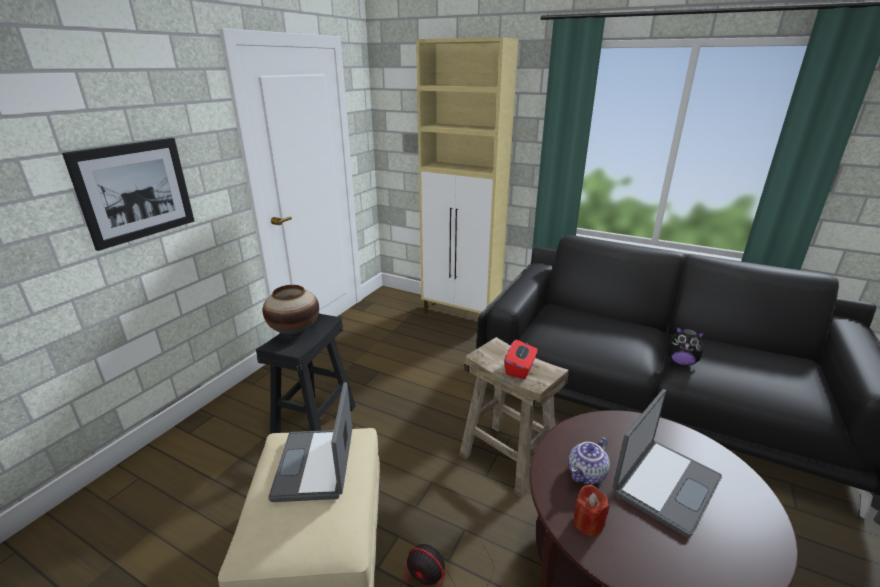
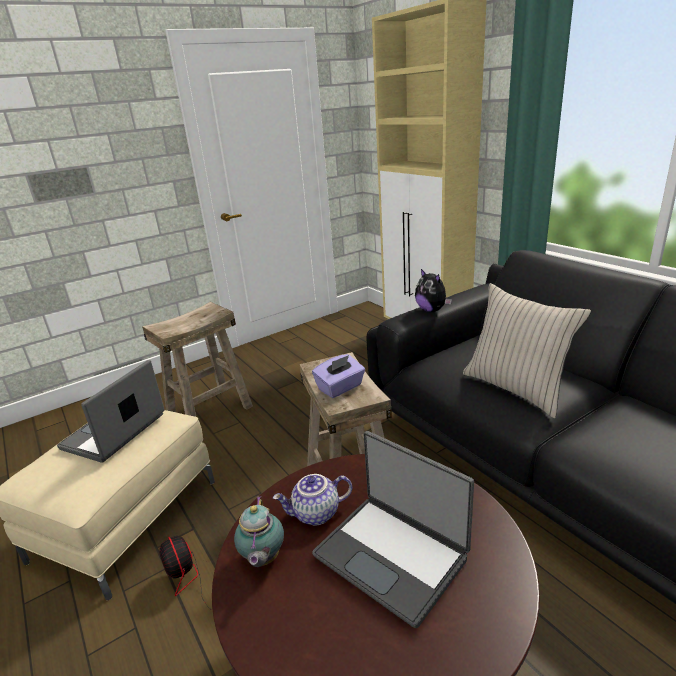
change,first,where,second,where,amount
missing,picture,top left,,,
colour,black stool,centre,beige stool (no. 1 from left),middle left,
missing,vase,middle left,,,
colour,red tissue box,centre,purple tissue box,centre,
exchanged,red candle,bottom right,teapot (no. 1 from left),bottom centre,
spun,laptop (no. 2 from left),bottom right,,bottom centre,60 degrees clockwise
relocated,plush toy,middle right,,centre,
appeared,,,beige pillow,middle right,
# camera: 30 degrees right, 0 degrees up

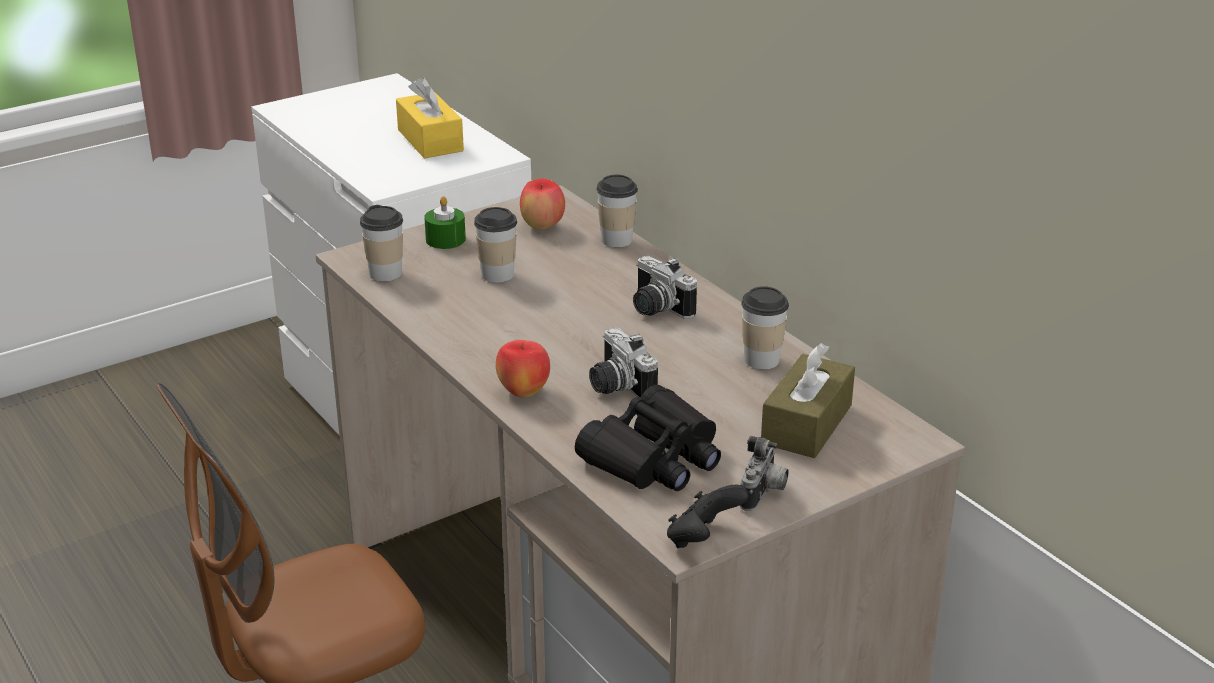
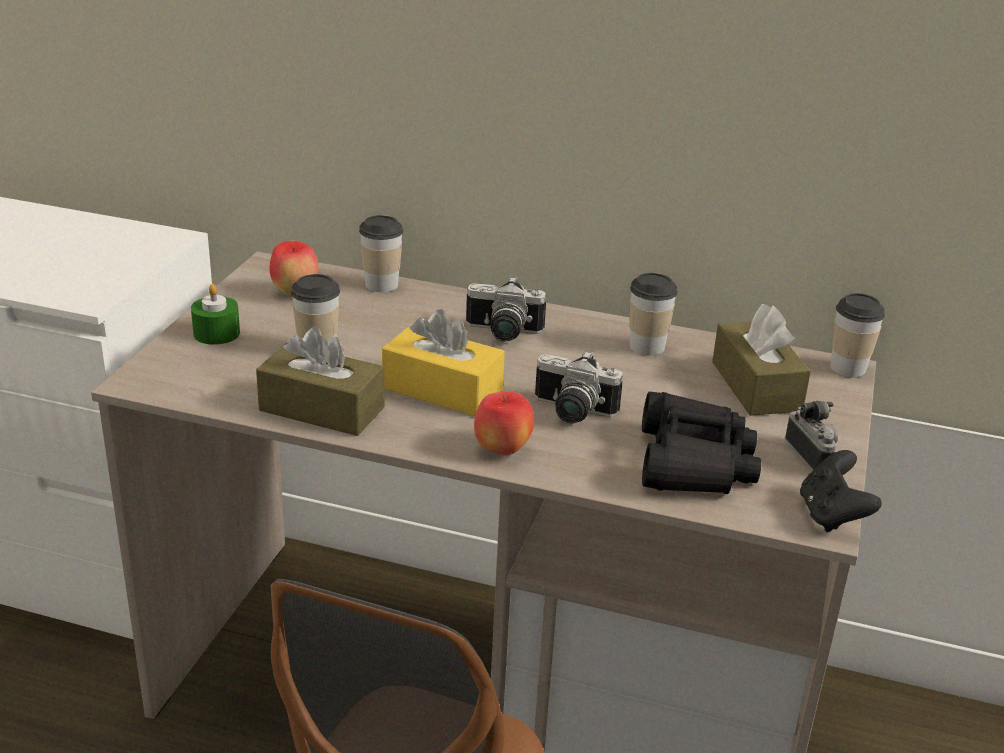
change,first,where,second,where,amount
relocated,cup (no. 1 from left in the first image),middle left,cup (no. 4 from left),middle right,
relocated,yellow tissue box,top centre,,centre,
appeared,,,brown tissue box (no. 1 from left),middle left,
# camera: 40 degrees left, 0 degrees up

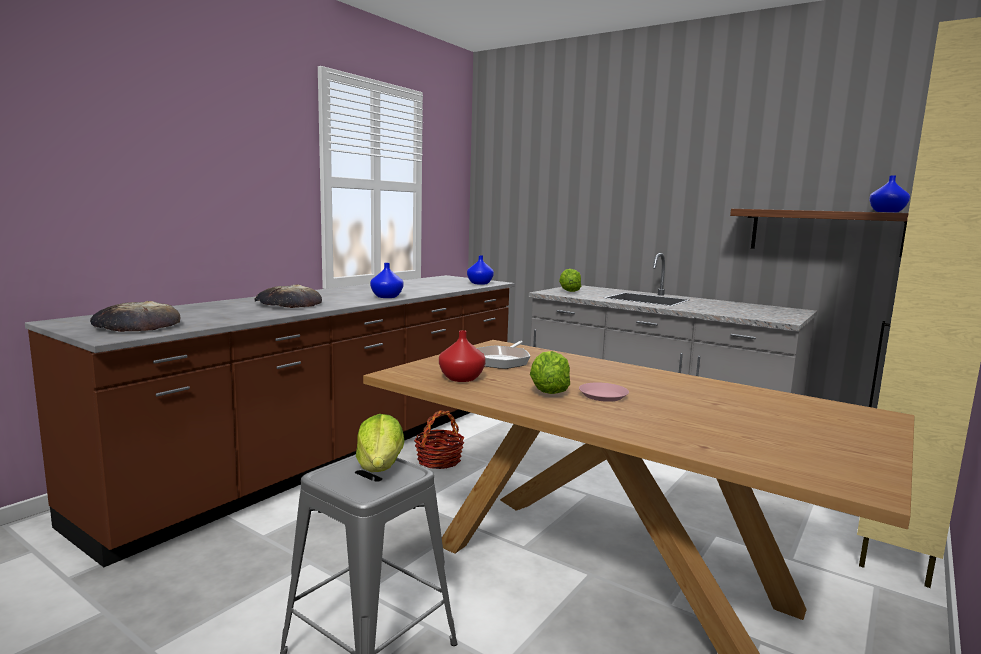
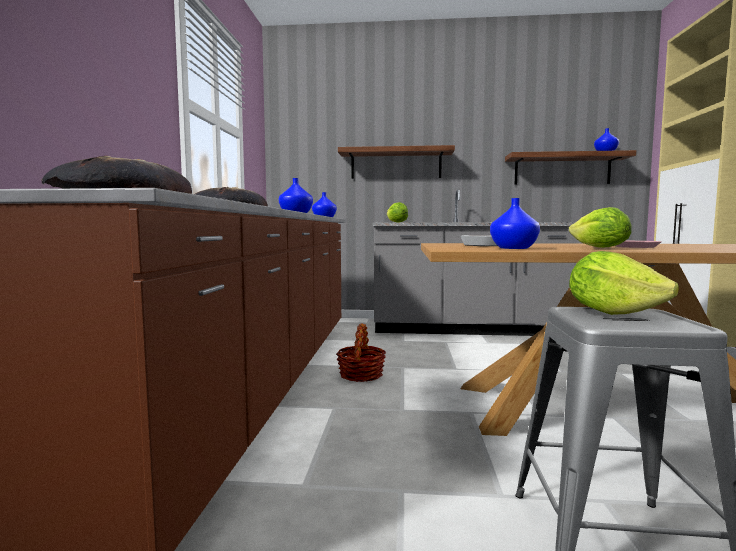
change,first,where,second,where,amount
colour,red vase,centre,blue vase (no. 3 from left),middle right,
appeared,,,shelf (no. 1 from left),top centre,
# camera: 30 degrees left, 5 degrees down

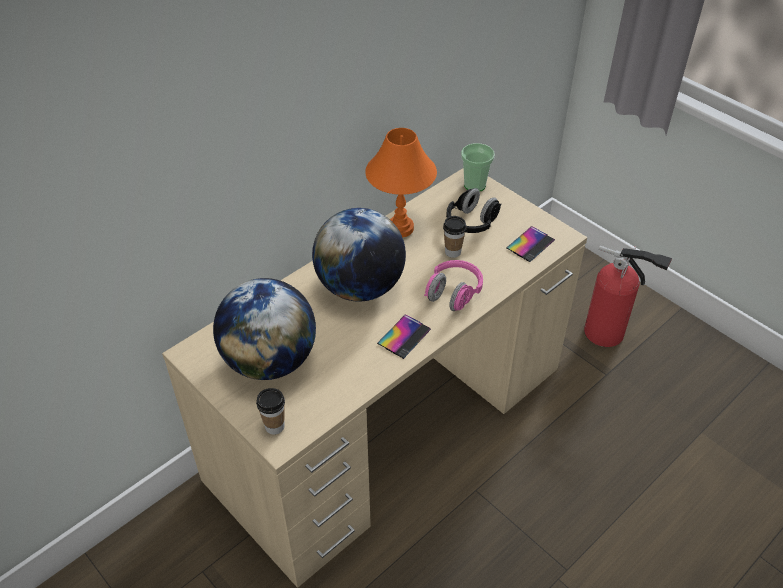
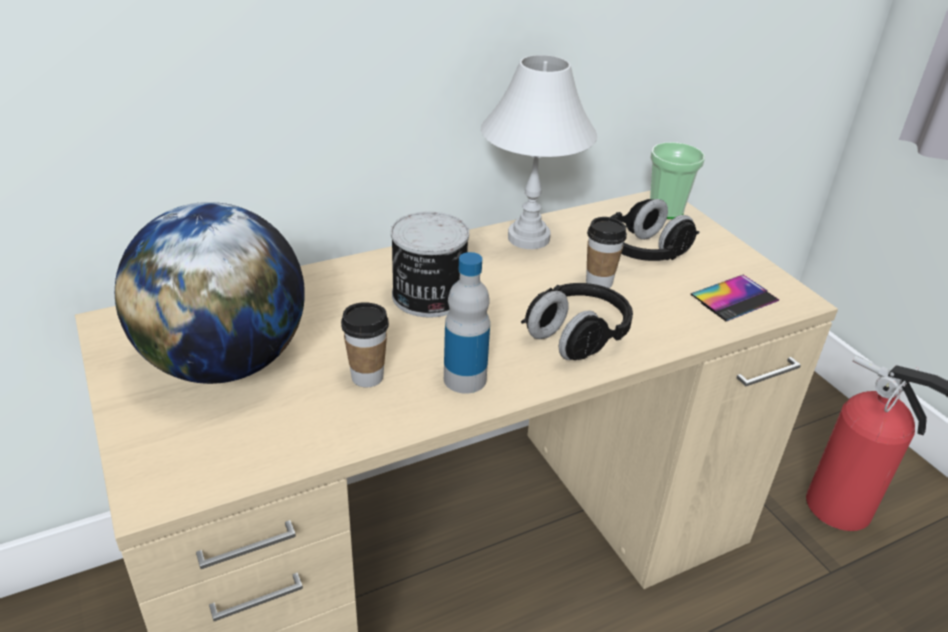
change,first,where,second,where,amount
relocated,cup (no. 1 from left),bottom centre,,centre,
exchanged,globe (no. 2 from left),centre,can,centre,
colour,orange table lamp,top centre,white table lamp,top centre,
exchanged,phone (no. 1 from left),centre,bottle,centre,
colour,pink headphones,centre,black headphones (no. 1 from left),centre,
# camera: 15 degrees right, 10 degrees down

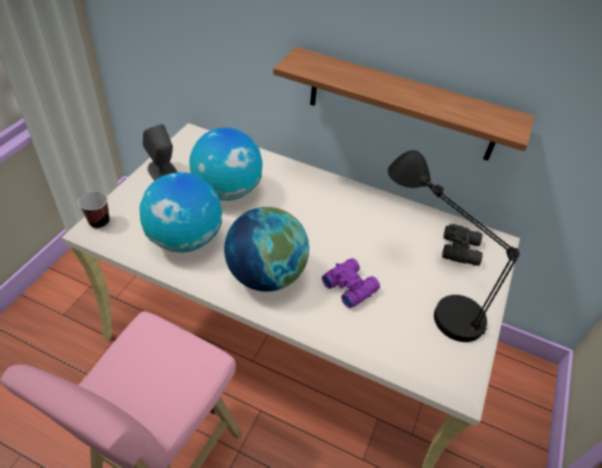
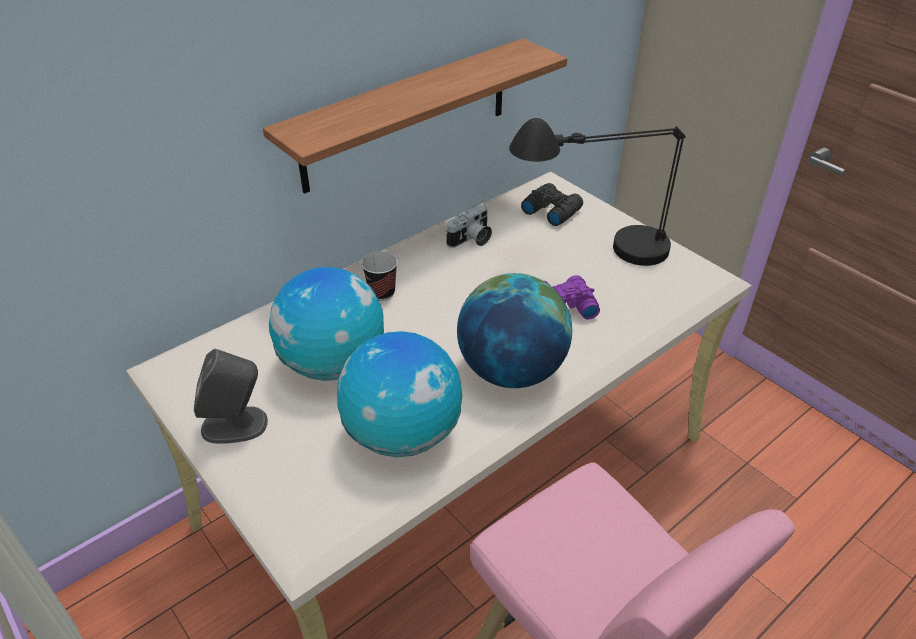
change,first,where,second,where,amount
relocated,cup,middle left,,centre,
appeared,,,photo camera,centre,
# camera: 60 degrees left, 5 degrees down

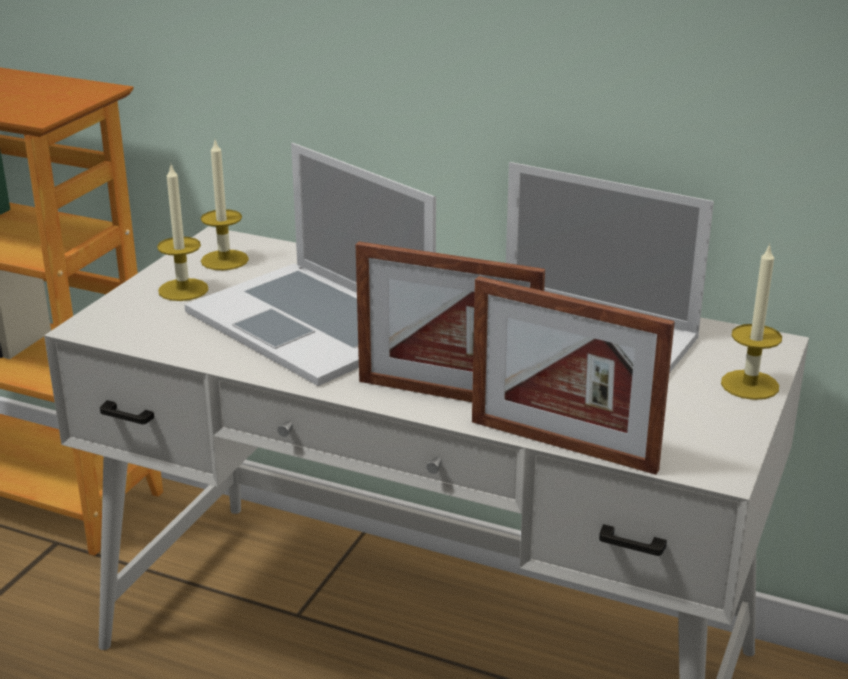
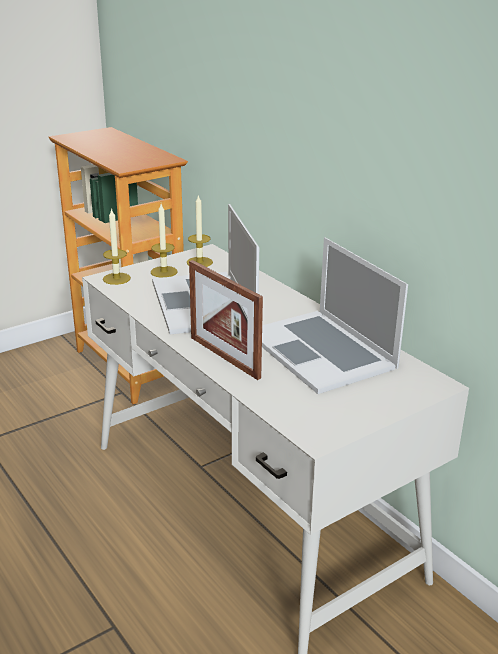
change,first,where,second,where,amount
missing,picture frame (no. 2 from left),middle right,,,
relocated,candle (no. 3 from left in the first image),middle right,candle (no. 1 from left),middle left,
# camera: 30 degrees right, 0 degrees up

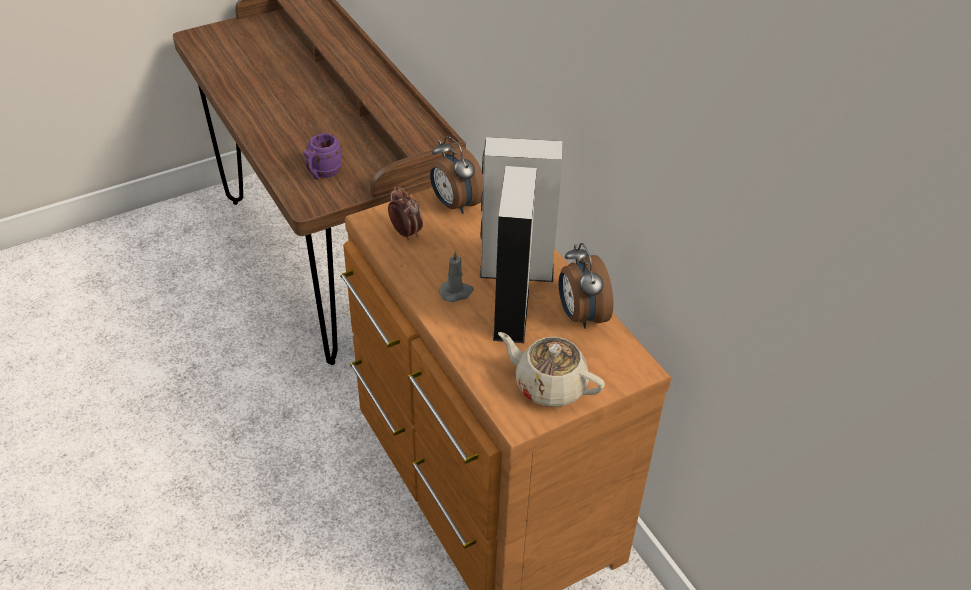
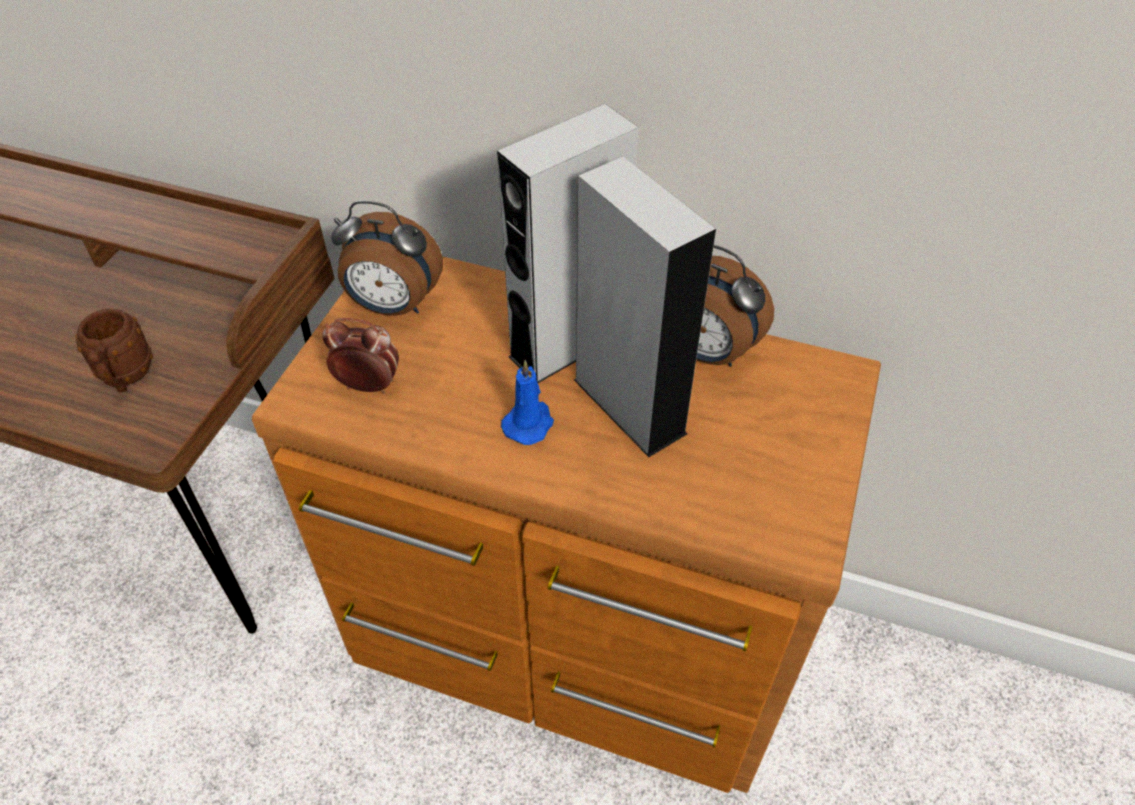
change,first,where,second,where,amount
colour,purple mug,top left,brown mug,middle left,
colour,grey candle,centre,blue candle,centre,
missing,beige teapot,centre,,,
# camera: 40 degrees left, 5 degrees up

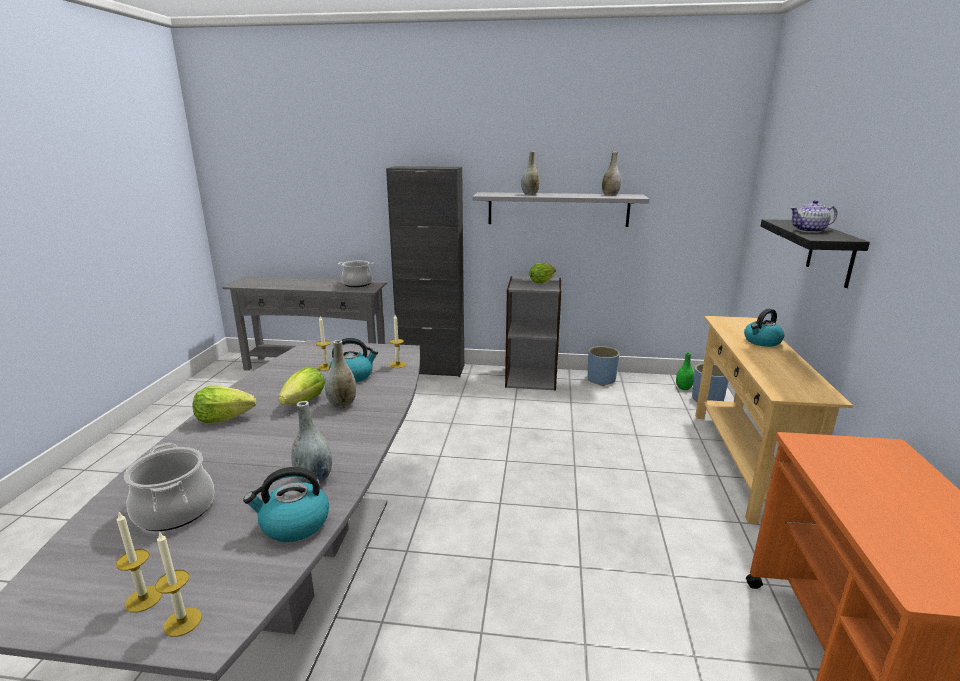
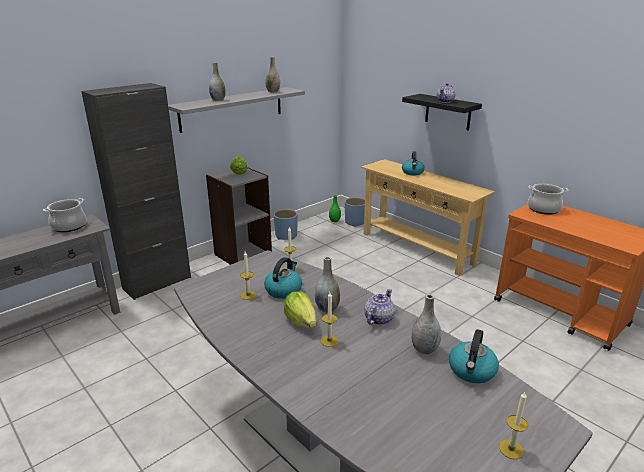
change,first,where,second,where,amount
relocated,cooking pot (no. 1 from left in the first image),bottom left,cooking pot (no. 2 from left),middle right,
relocated,candle (no. 2 from left in the first image),bottom left,candle (no. 3 from left),bottom centre,
missing,lettuce (no. 1 from left),middle left,,,
appeared,,,teapot (no. 1 from left),centre,
# camera: 50 degrees left, 5 degrees up

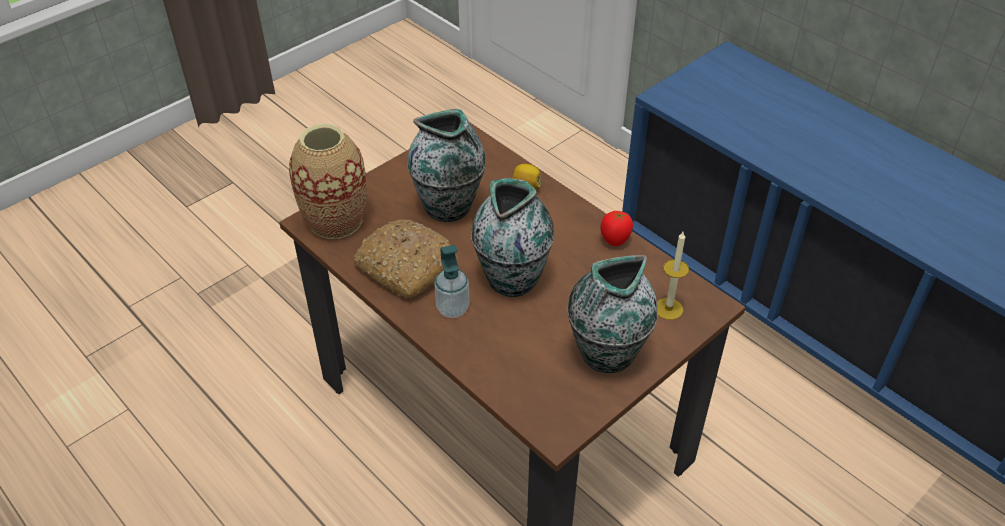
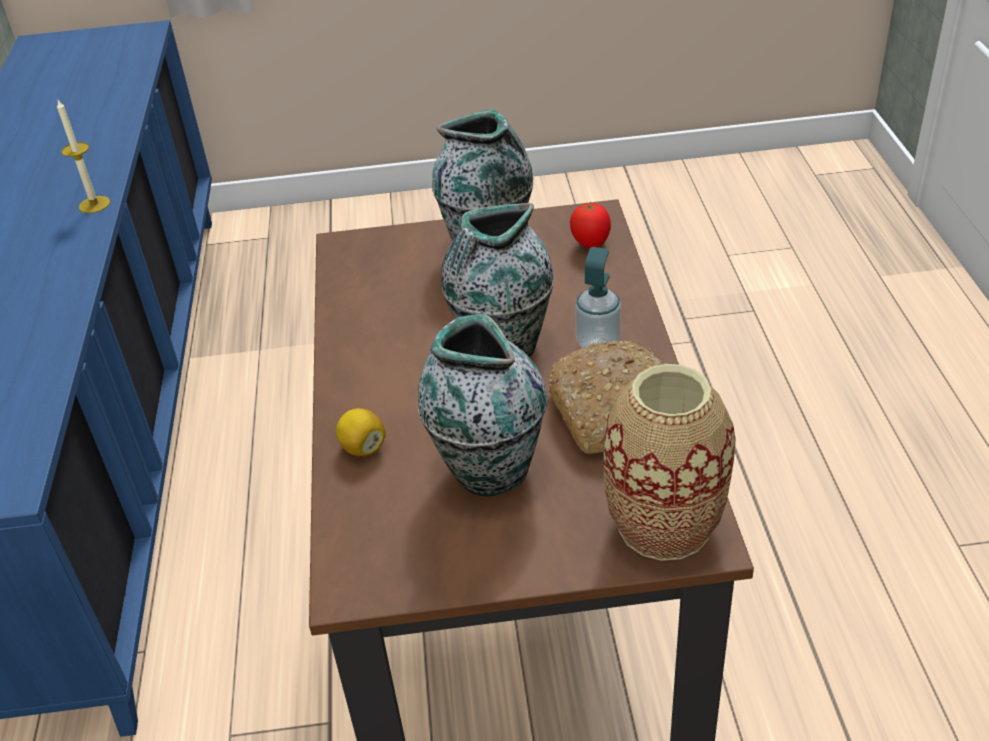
change,first,where,second,where,amount
relocated,tomato,centre,,top centre,
relocated,candle,middle right,,top left,
# camera: 140 degrees left, 5 degrees down

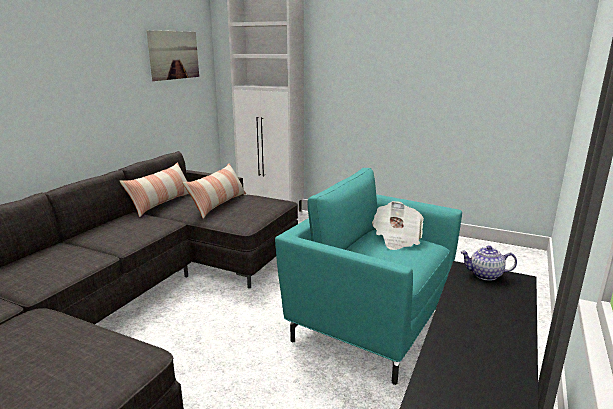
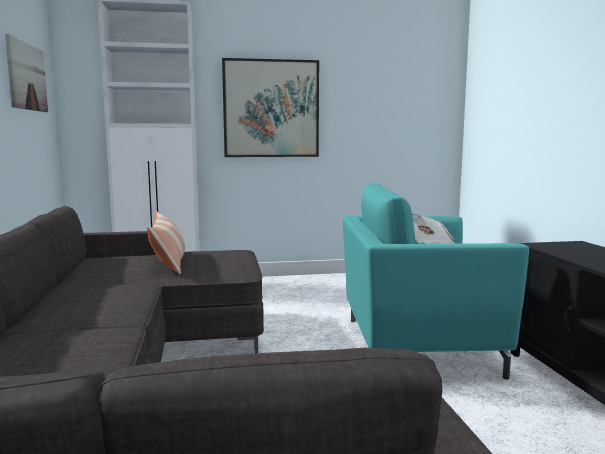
change,first,where,second,where,amount
missing,pillow (no. 1 from left),middle left,,,
missing,teapot,middle right,,,
appeared,,,picture (no. 2 from left),top centre,
# camera: 35 degrees left, 10 degrees down

